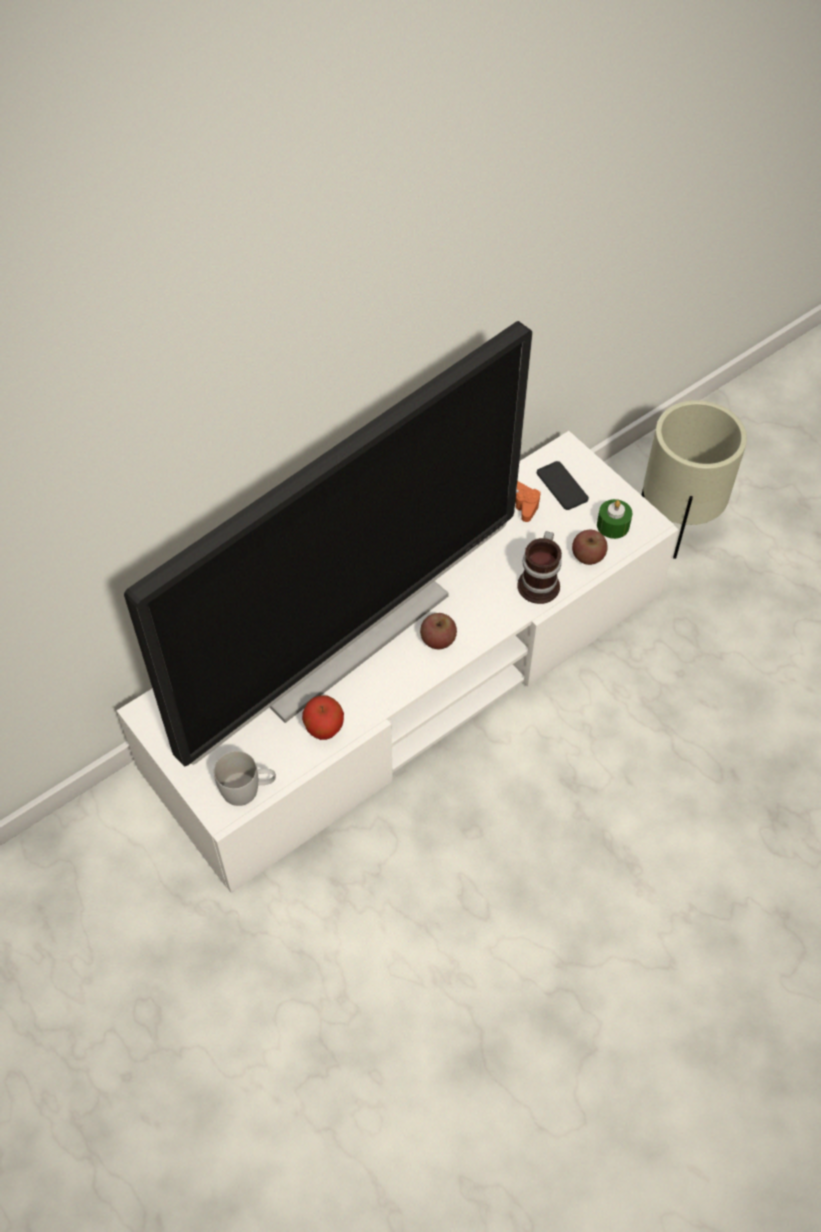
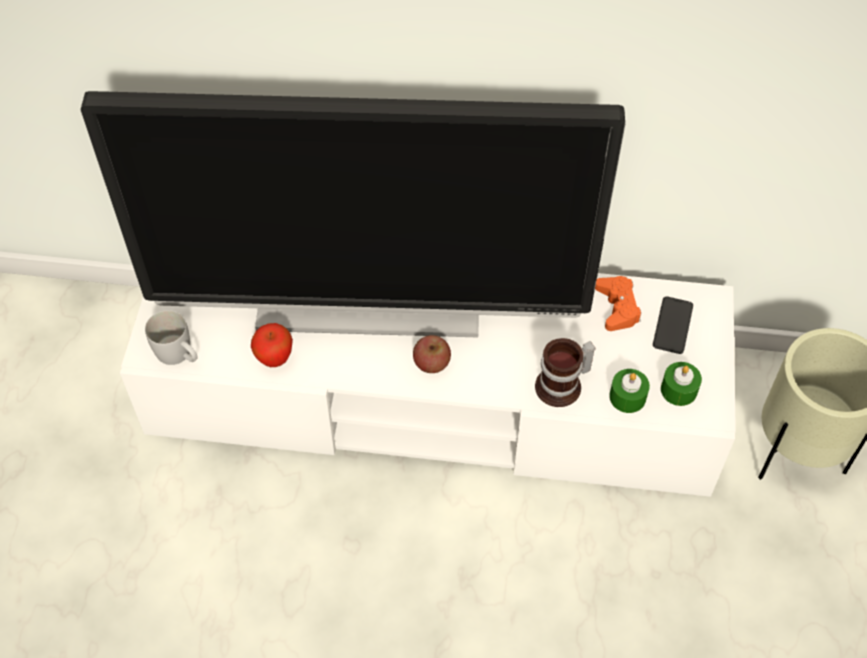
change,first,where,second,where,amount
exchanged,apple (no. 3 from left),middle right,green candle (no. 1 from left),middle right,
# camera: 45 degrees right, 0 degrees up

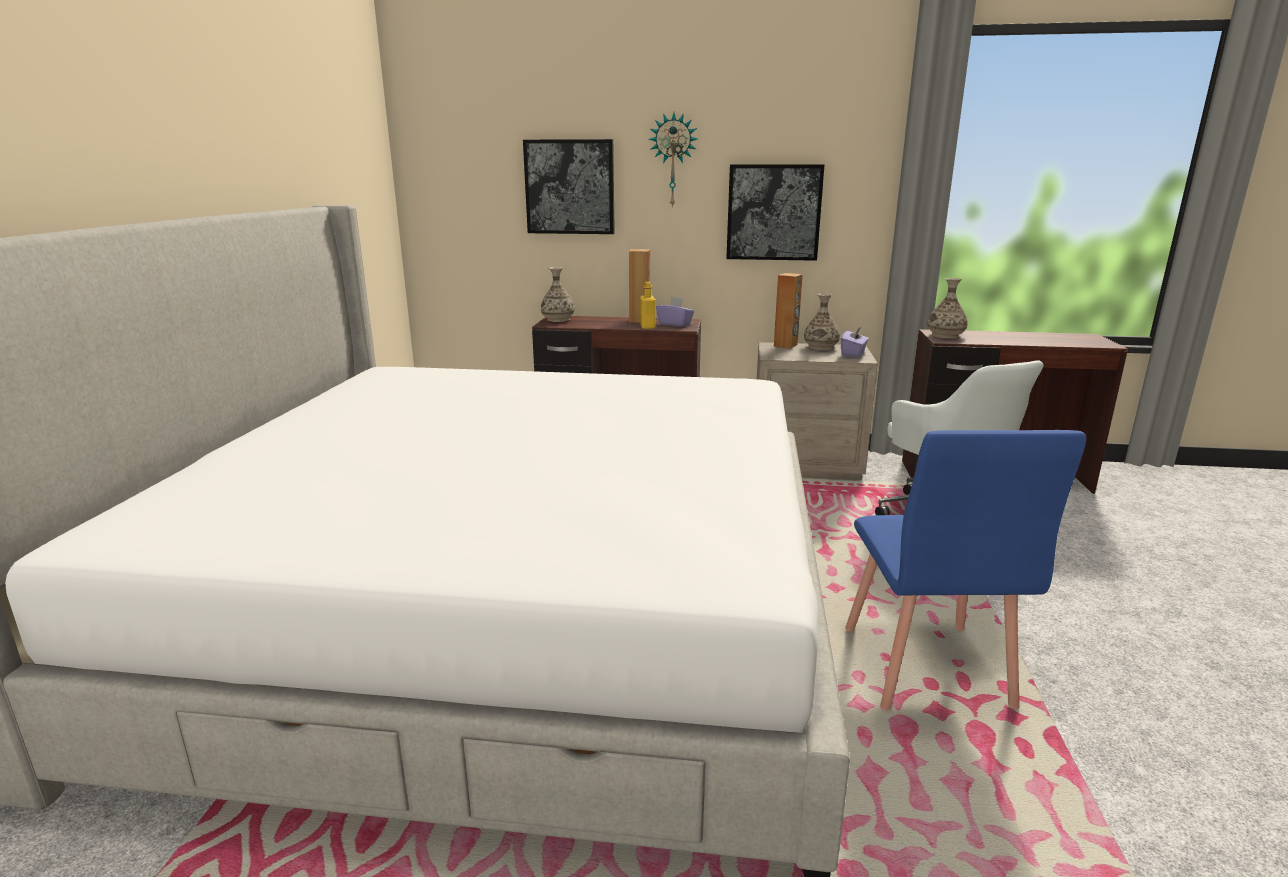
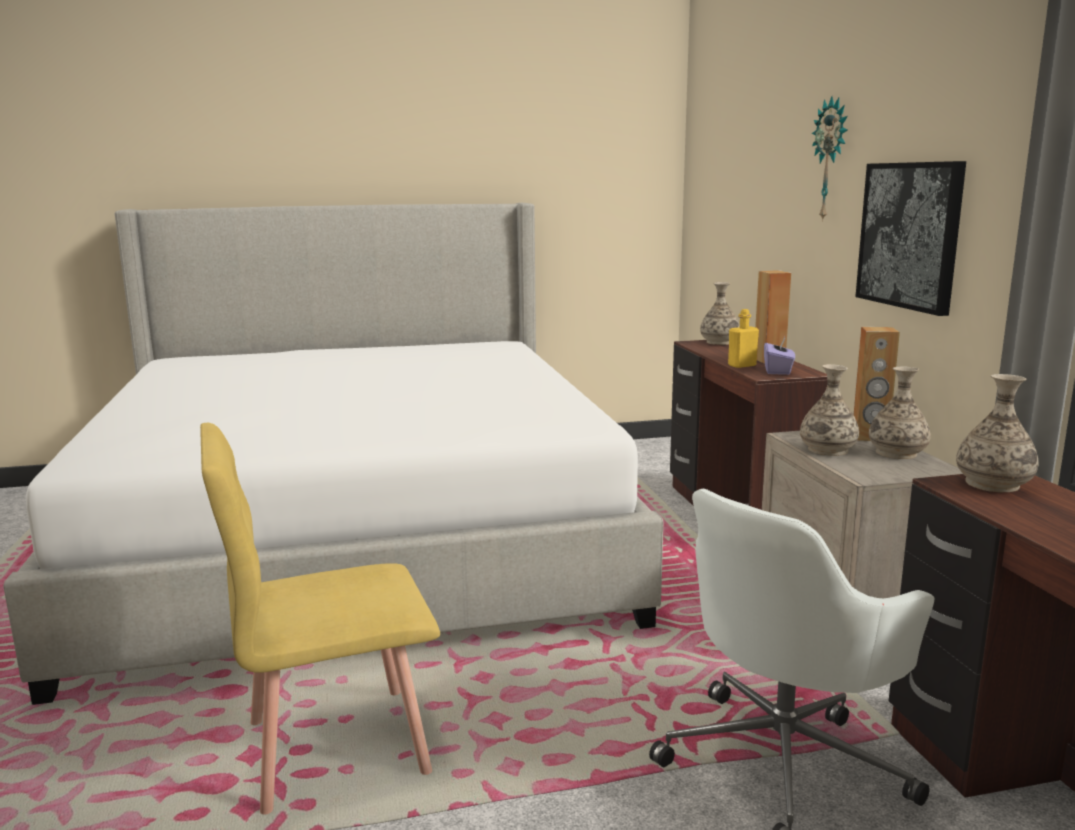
change,first,where,second,where,amount
missing,picture (no. 1 from left),top centre,,,
missing,purple tissue box (no. 2 from left),centre,,,
colour,blue chair,middle right,yellow chair,bottom left,
appeared,,,vase (no. 2 from left),middle right,
# camera: 70 degrees right, 5 degrees down

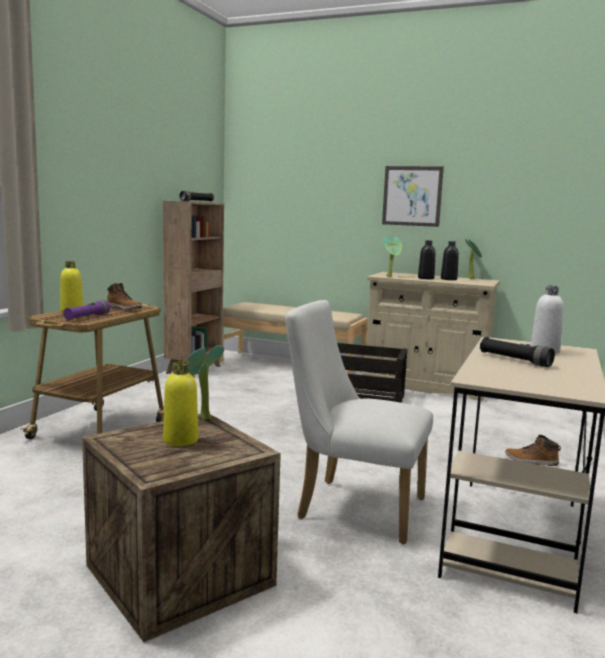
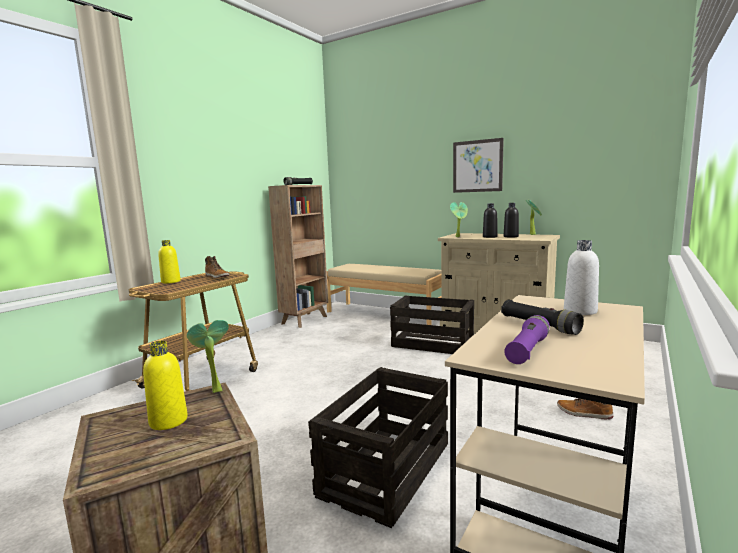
change,first,where,second,where,amount
relocated,purple flashlight,middle left,,middle right,
exchanged,white chair,centre,crate (no. 2 from left),bottom centre,
# camera: 10 degrees right, 0 degrees up

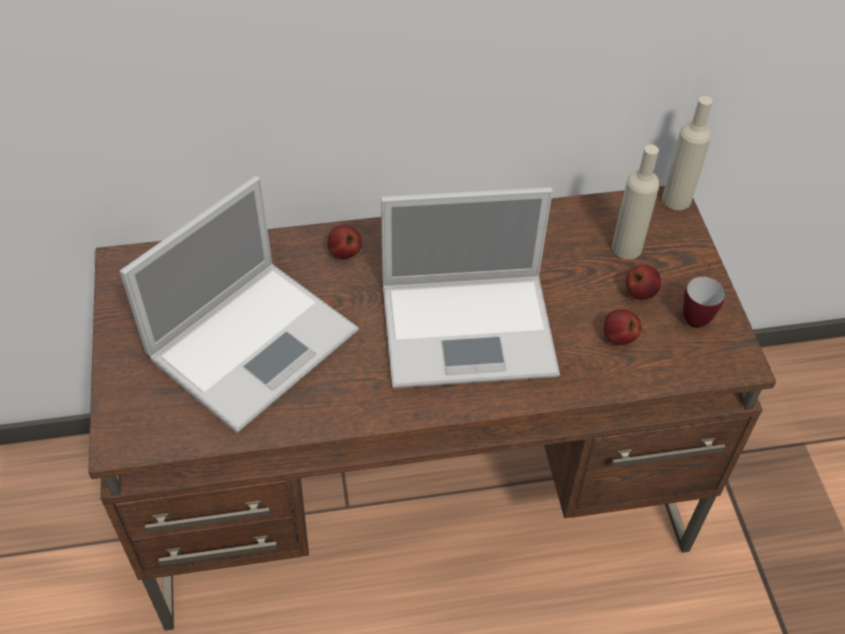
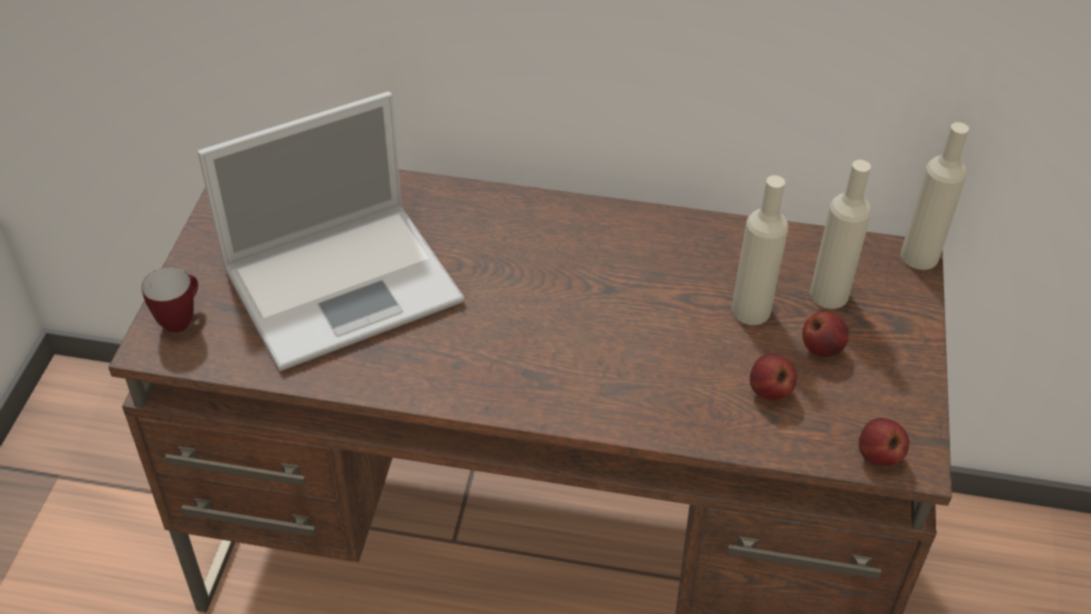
change,first,where,second,where,amount
relocated,apple (no. 1 from left in the first image),centre,apple (no. 3 from left),bottom right,
missing,laptop (no. 2 from left),centre,,,
relocated,mug,middle right,,middle left,
appeared,,,beige bottle (no. 1 from left),middle right,
# camera: 20 degrees right, 5 degrees down

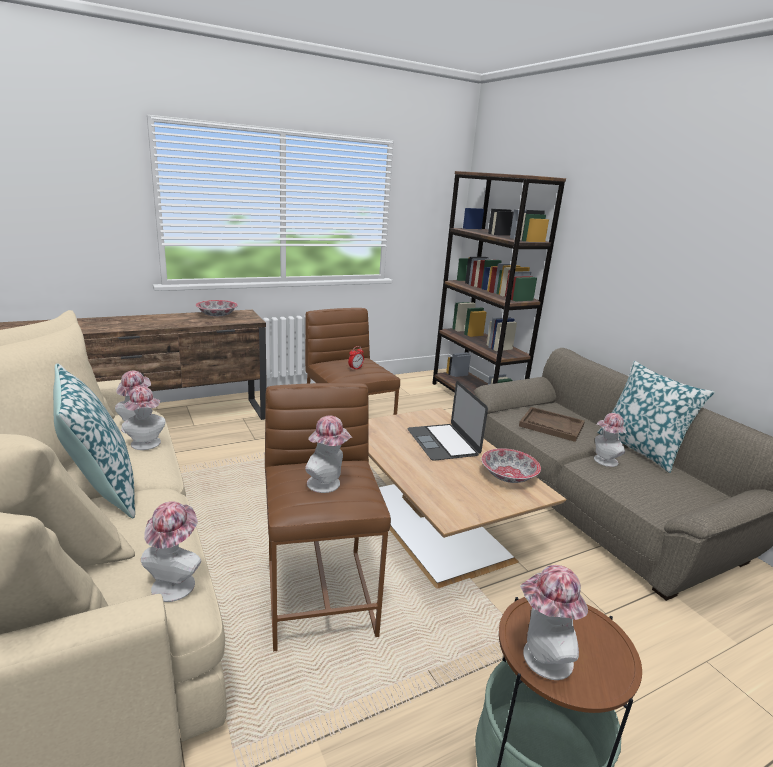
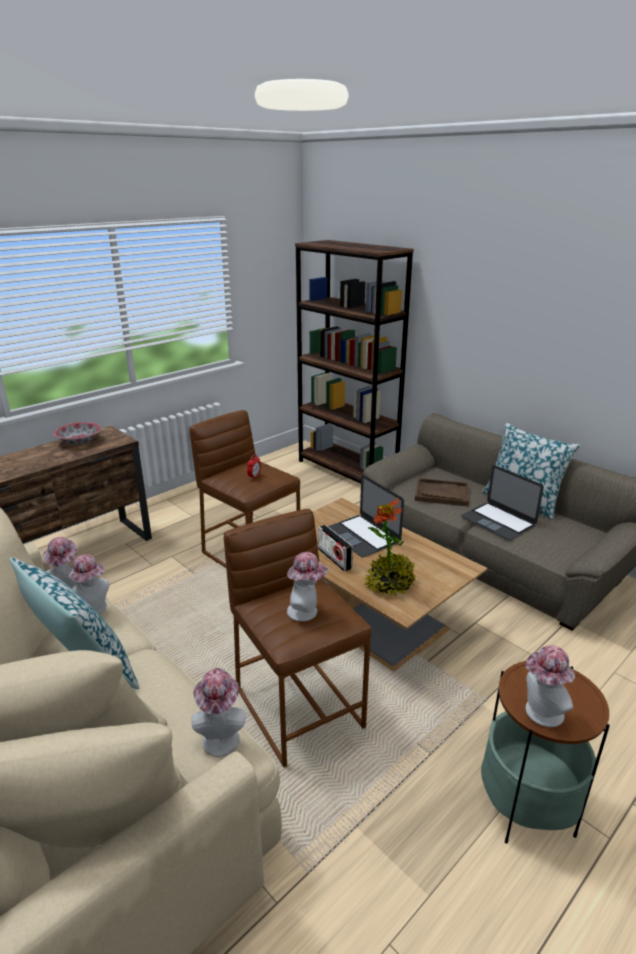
change,first,where,second,where,amount
missing,bowl (no. 2 from left),centre,,,
exchanged,hat (no. 6 from left),middle right,laptop (no. 2 from left),middle right,
appeared,,,radio,centre,
appeared,,,potted plant,centre,
# camera: 15 degrees left, 5 degrees up

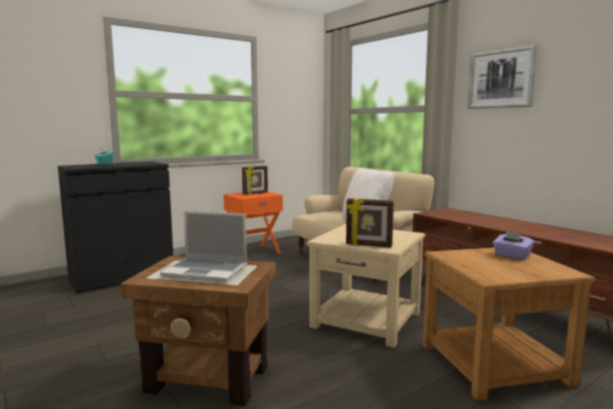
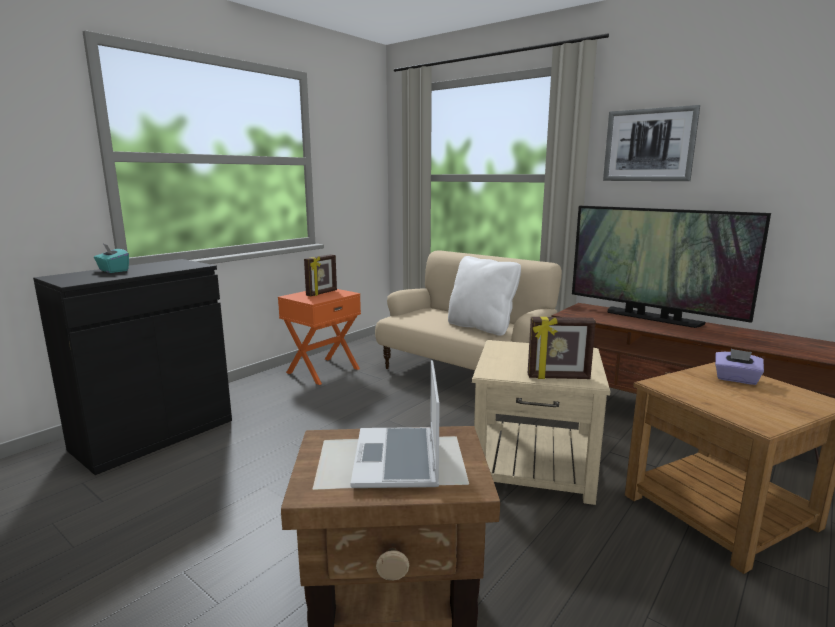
change,first,where,second,where,amount
spun,laptop,middle left,,bottom centre,90 degrees clockwise
appeared,,,television,middle right,
# camera: 15 degrees left, 5 degrees up

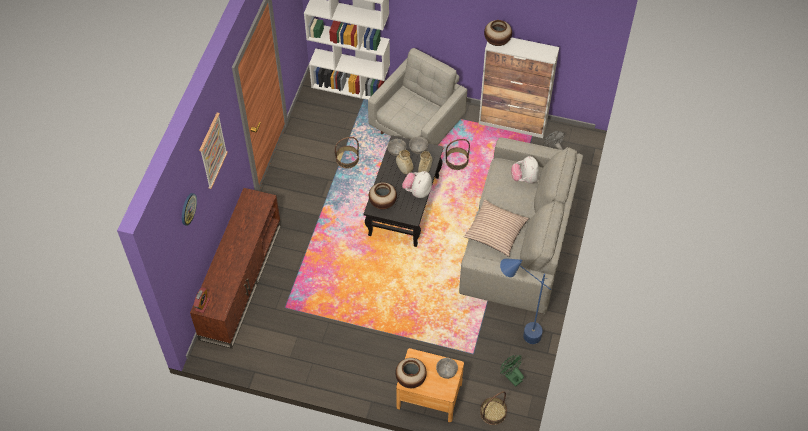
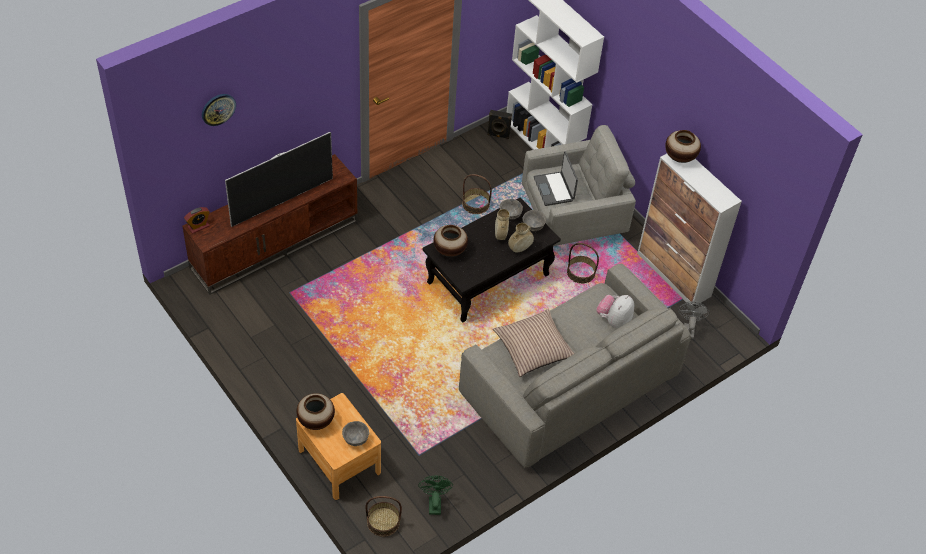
change,first,where,second,where,amount
missing,picture,middle left,,,
missing,plush toy (no. 1 from left),centre,,,
missing,blue floor lamp,bottom centre,,,
appeared,,,television,top left,
appeared,,,black speaker,top centre,
appeared,,,laptop,top centre,
# camera: 35 degrees right, 5 degrees down

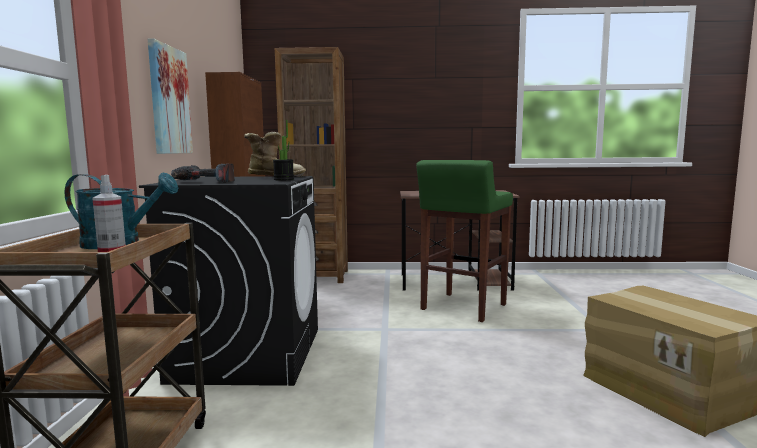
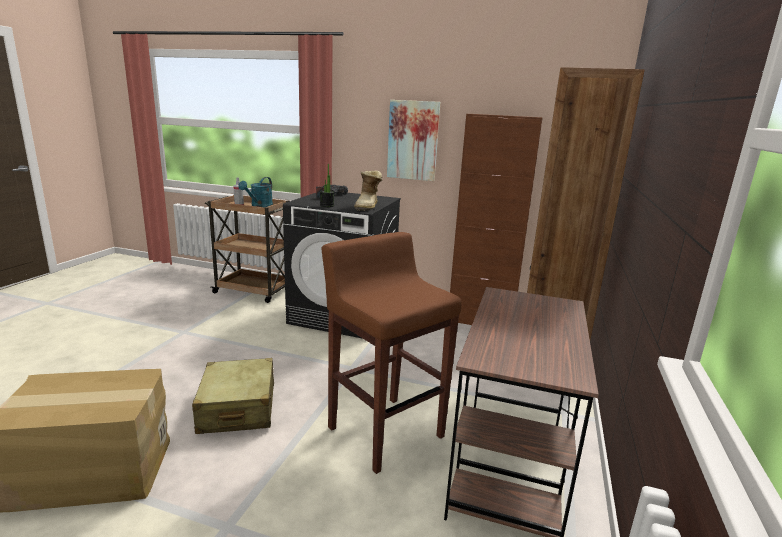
change,first,where,second,where,amount
colour,green stool,centre,brown stool,centre,
appeared,,,beige suitcase,bottom left,
# camera: 105 degrees right, 10 degrees up

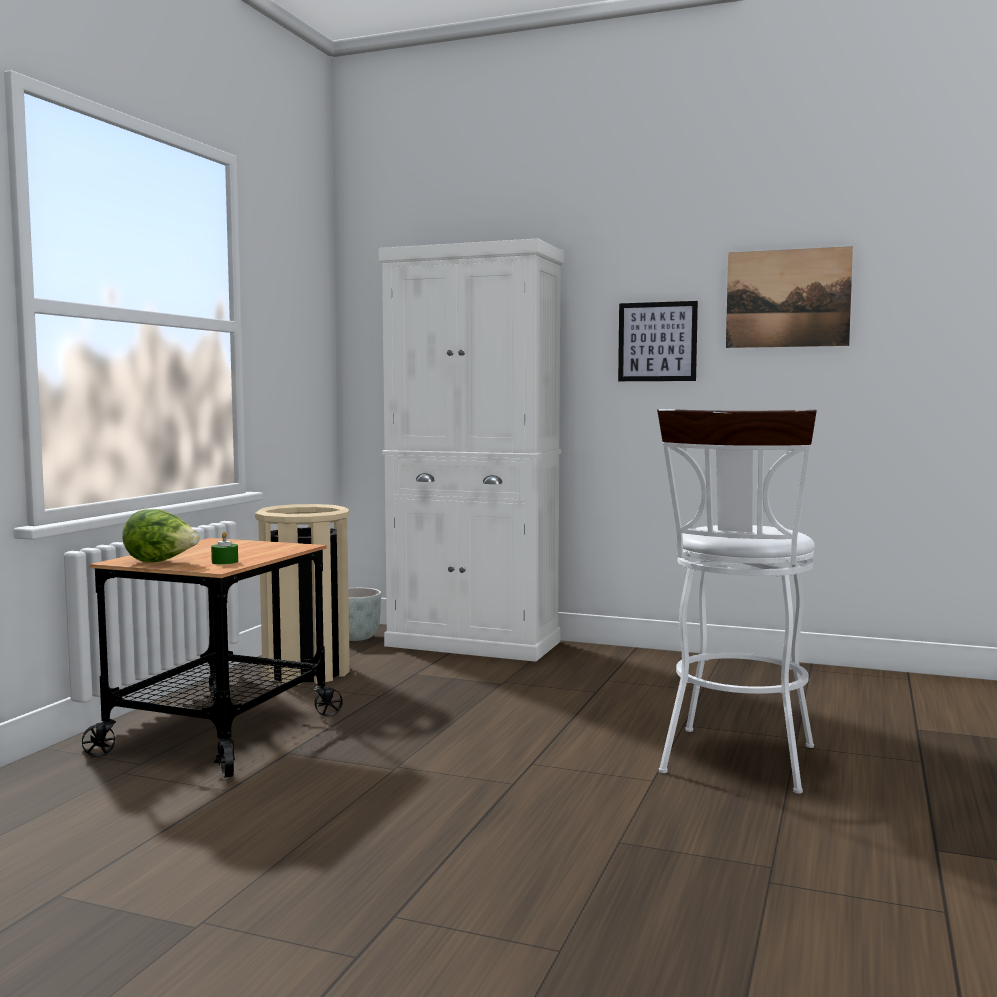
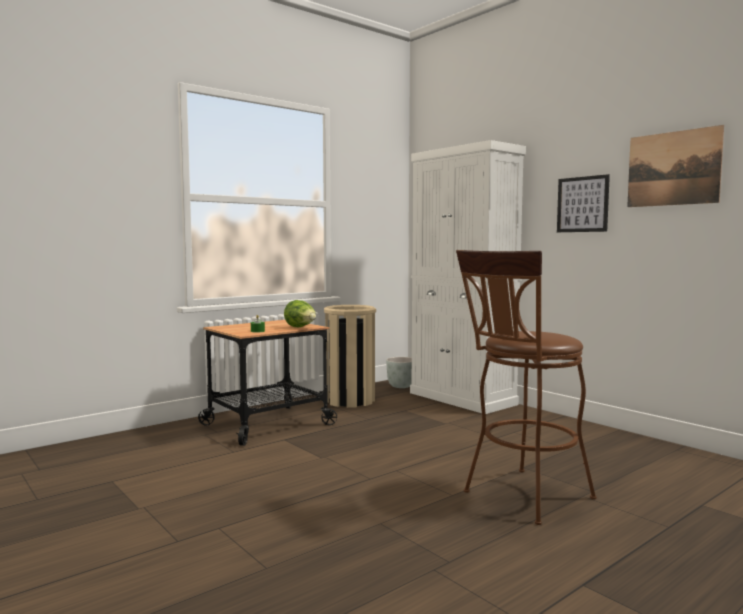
change,first,where,second,where,amount
relocated,lettuce,middle left,,centre,
colour,white stool,middle right,brown stool,middle right,
# camera: 30 degrees right, 0 degrees up

